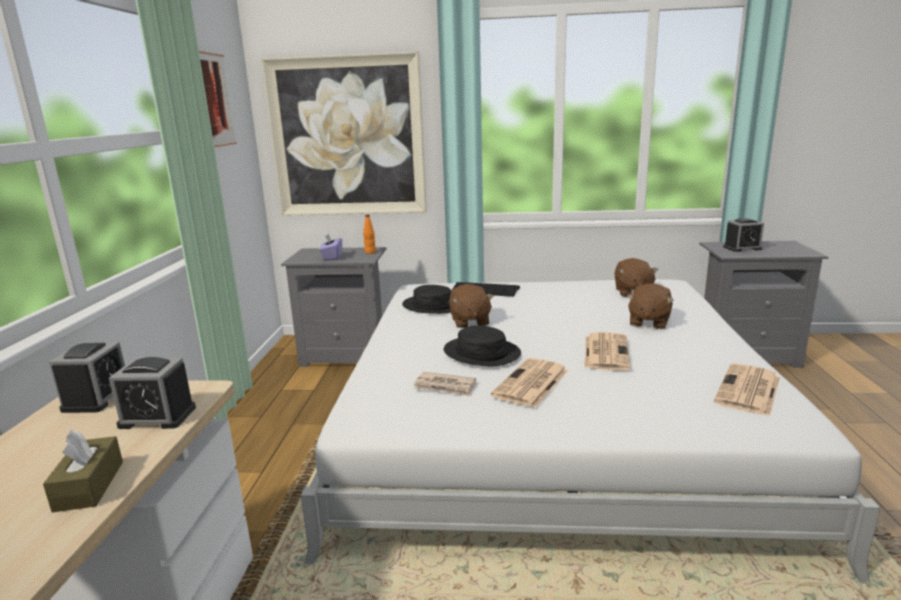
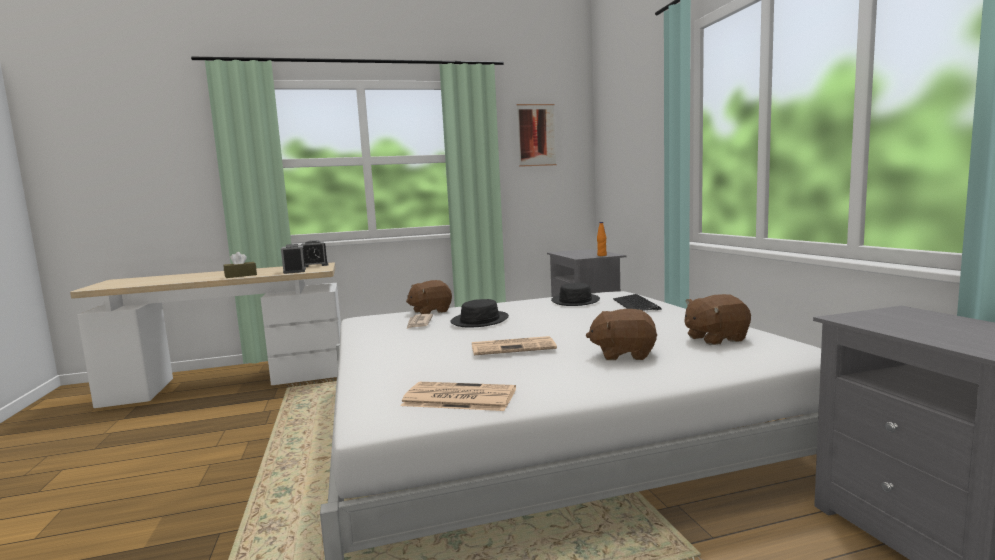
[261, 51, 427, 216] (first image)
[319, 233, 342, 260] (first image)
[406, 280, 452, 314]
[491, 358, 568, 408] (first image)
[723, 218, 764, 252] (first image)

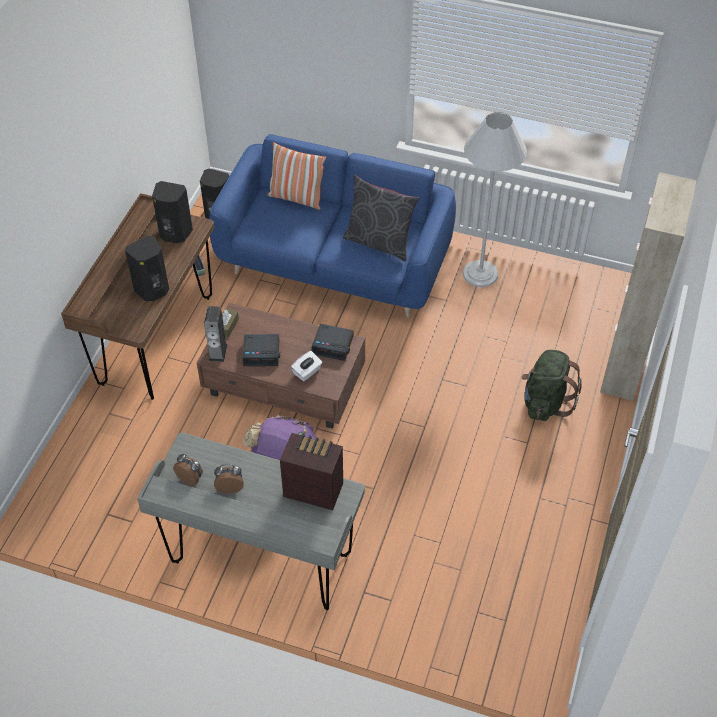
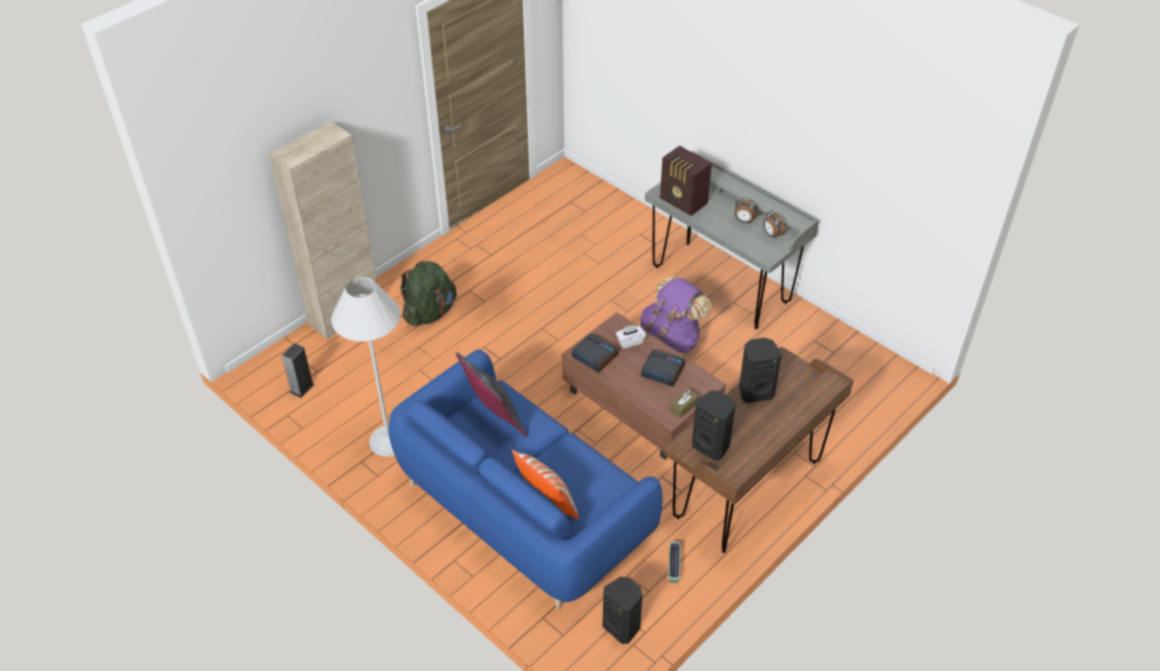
[282, 343, 314, 398]

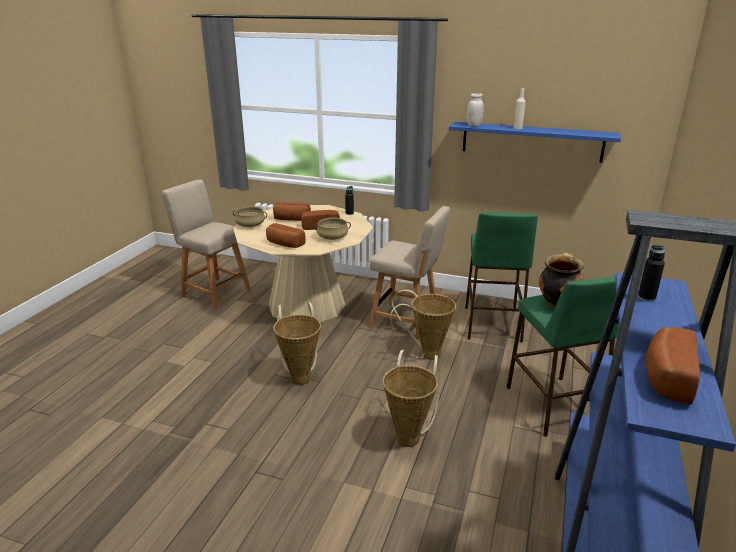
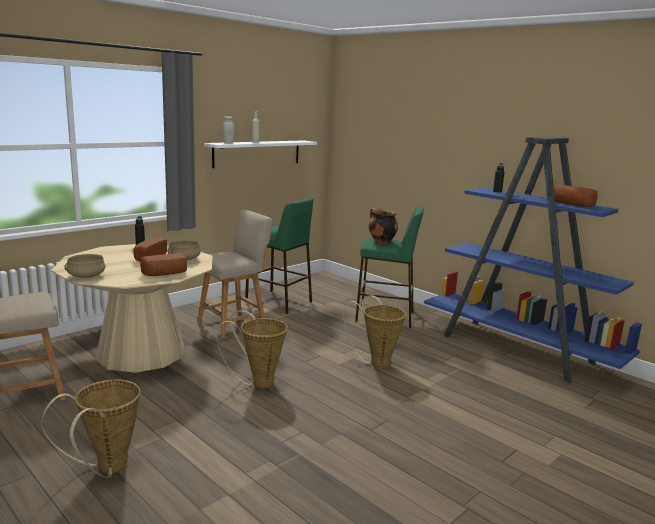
[273, 202, 311, 221] (first image)
[41, 379, 140, 478]
[204, 140, 317, 168]

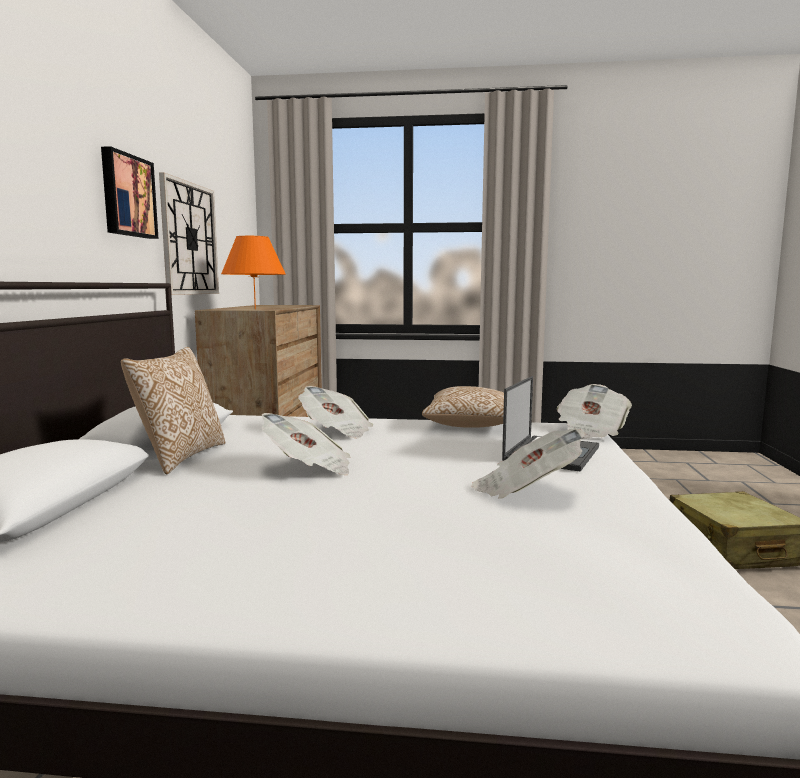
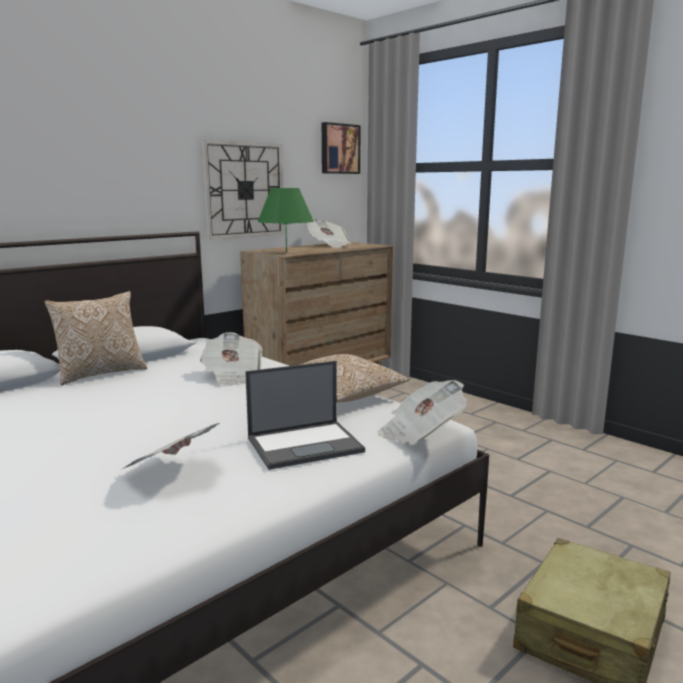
[322, 122, 361, 174]
[257, 188, 314, 252]
[307, 219, 351, 248]

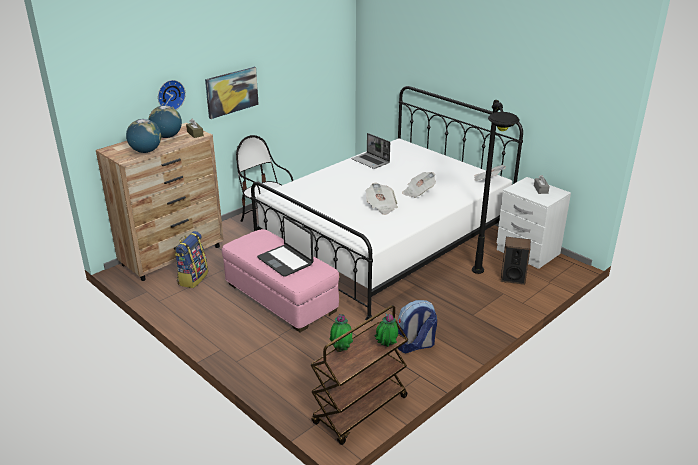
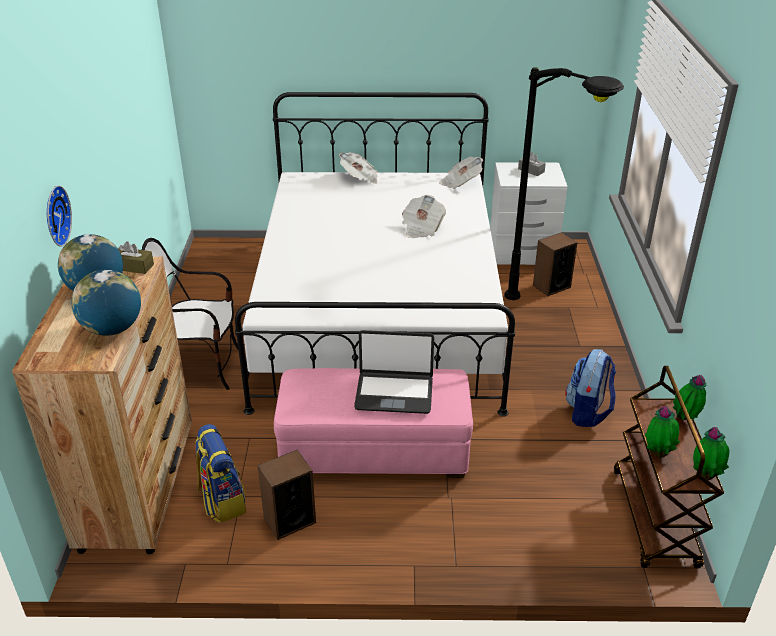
[205, 67, 259, 119] (first image)
[351, 133, 390, 169] (first image)
[339, 152, 378, 184]
[257, 450, 316, 540]
[693, 427, 729, 480]

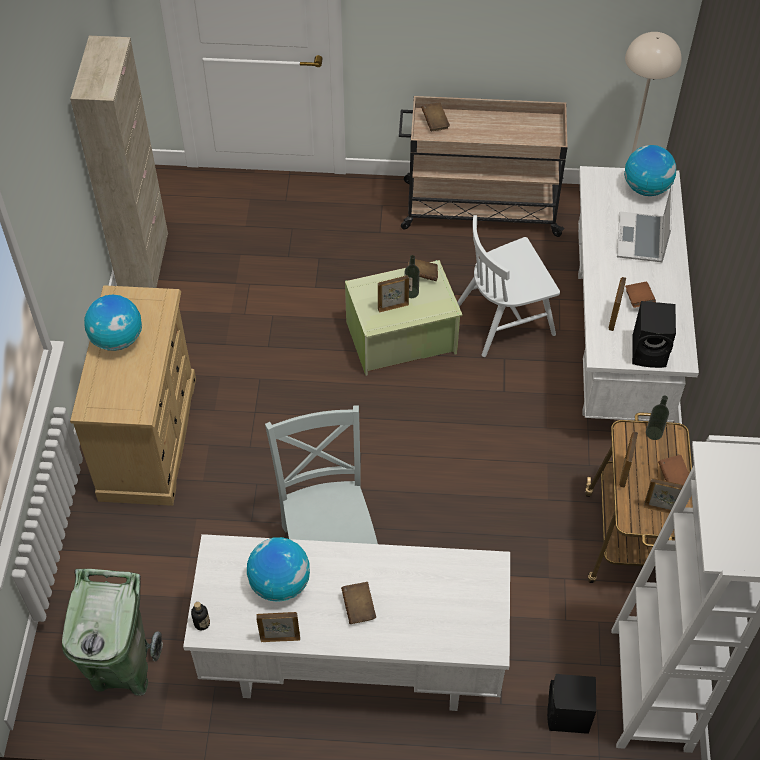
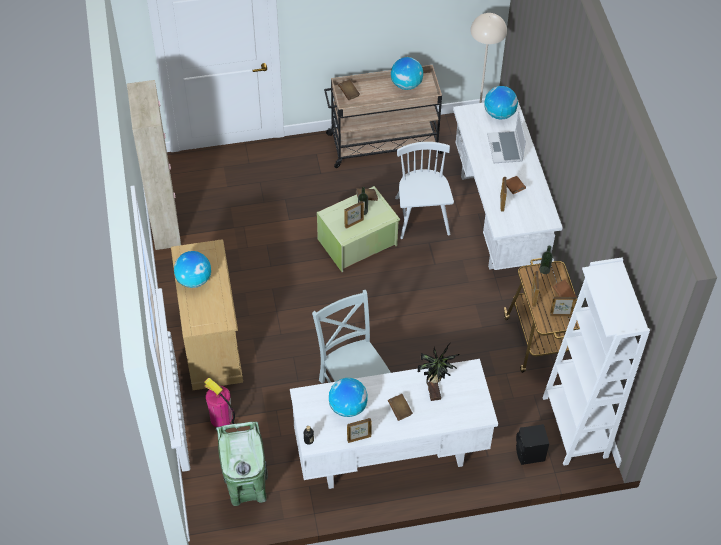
[395, 142, 454, 239]
[632, 301, 676, 368] (first image)
[204, 378, 235, 427]
[391, 57, 423, 90]
[418, 343, 460, 401]

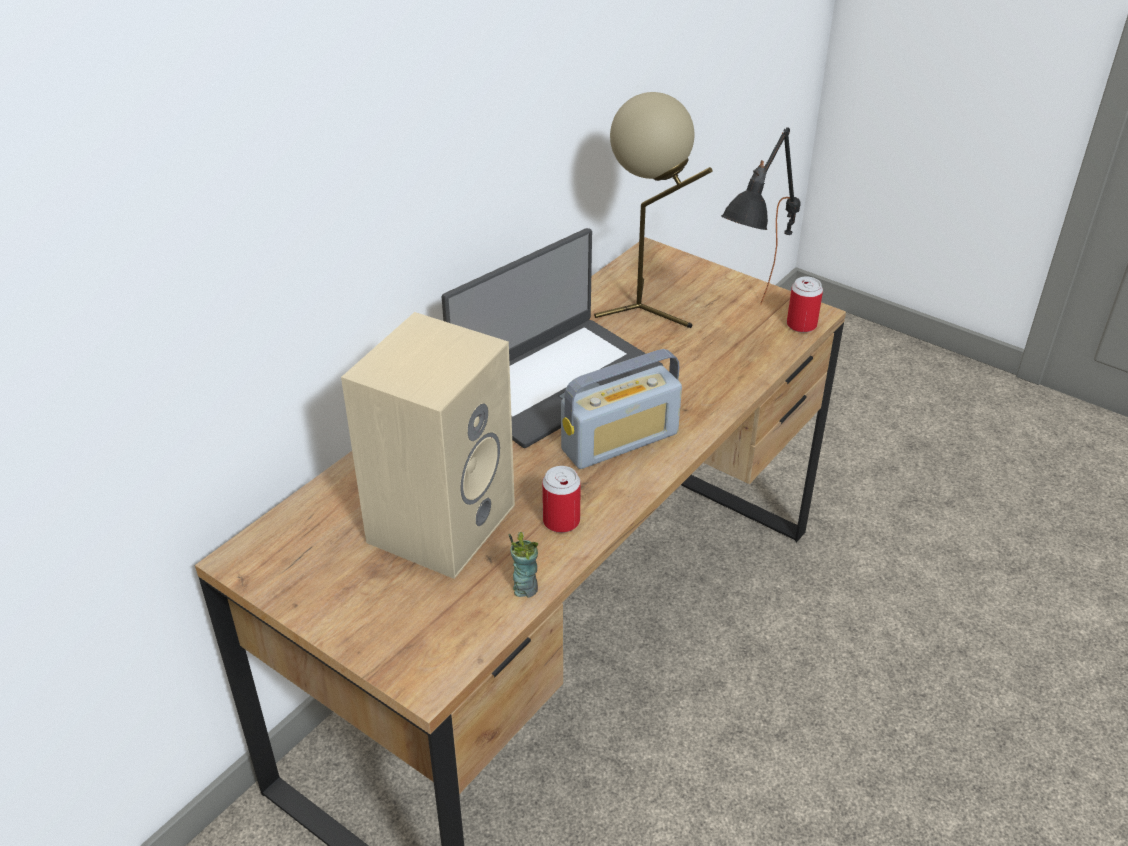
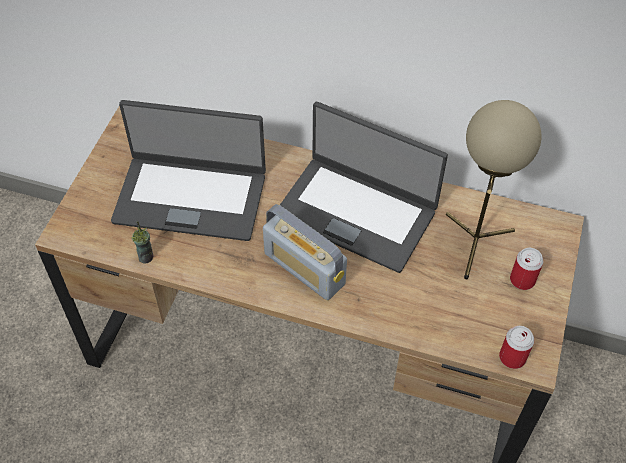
[111, 100, 266, 241]
[510, 248, 543, 290]
[721, 127, 801, 305] (first image)

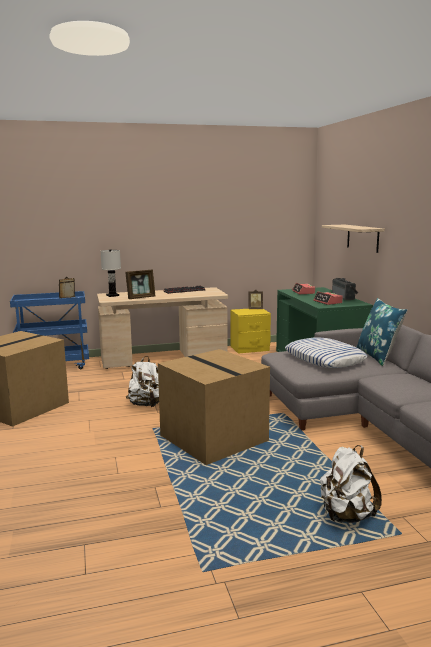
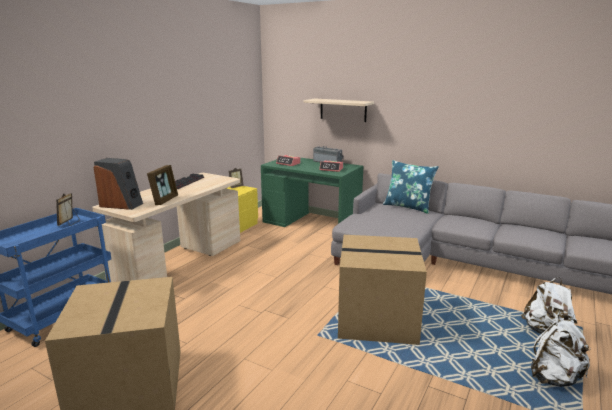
[93, 158, 143, 210]
[531, 314, 591, 387]
[285, 338, 367, 368] (first image)

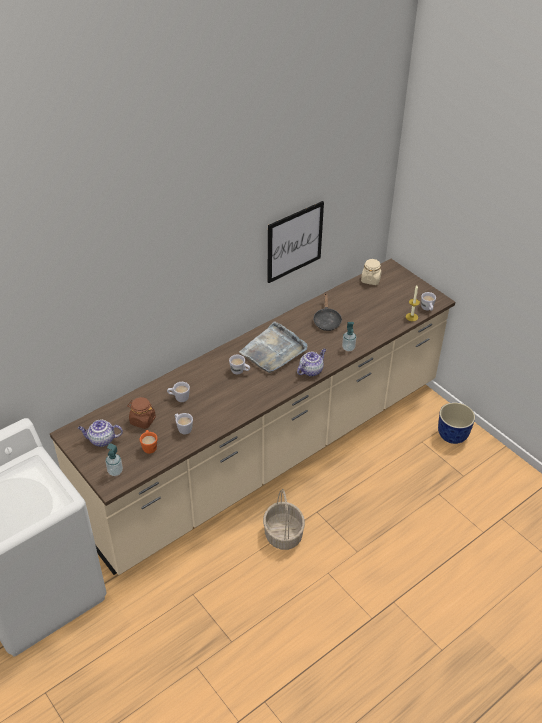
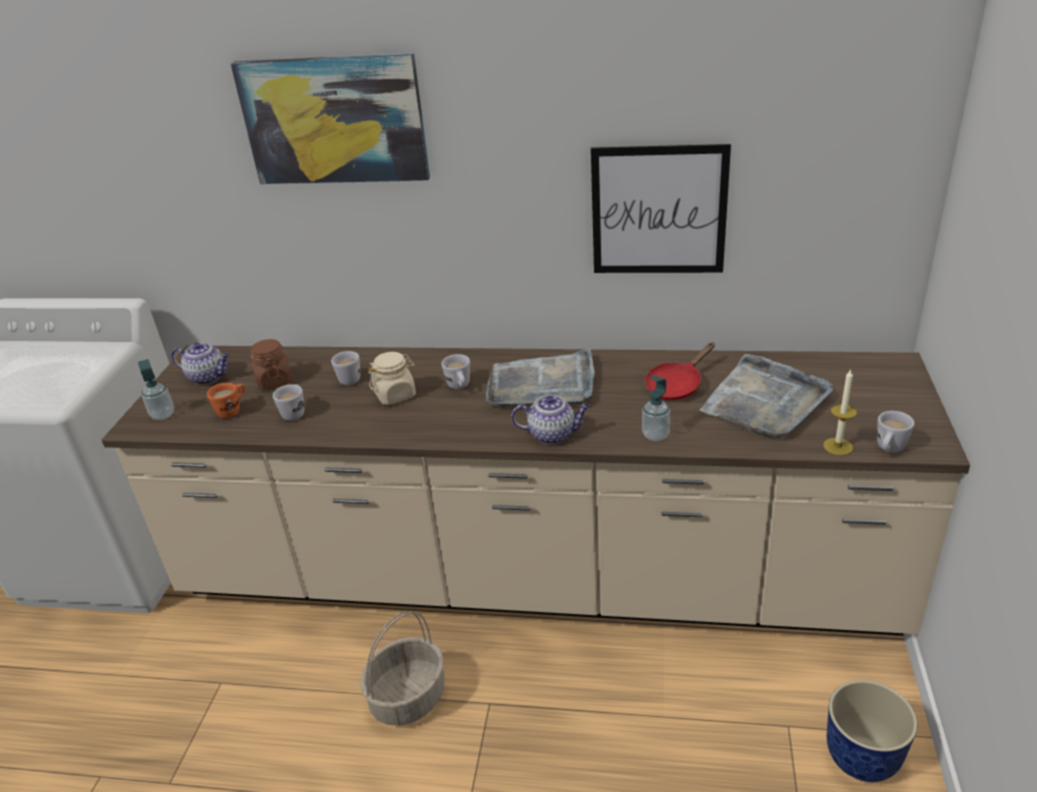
[171, 343, 230, 385]
[645, 343, 715, 400]
[368, 352, 416, 405]
[231, 53, 430, 184]
[699, 354, 834, 439]

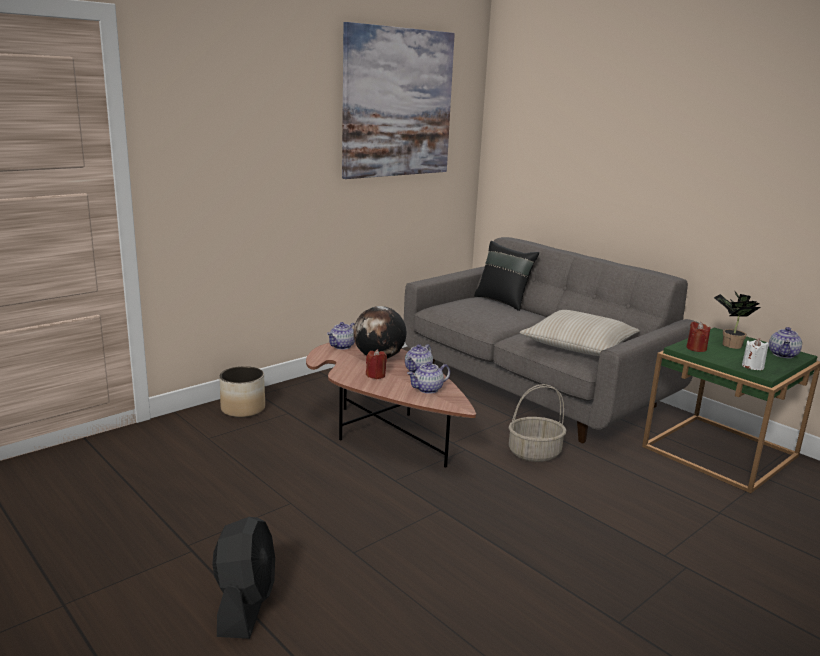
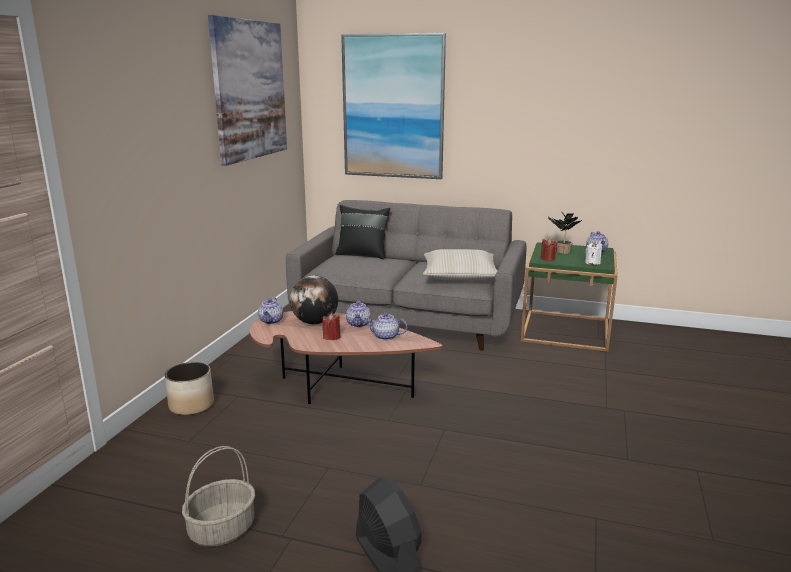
[365, 313, 408, 340]
[182, 446, 255, 547]
[341, 33, 446, 179]

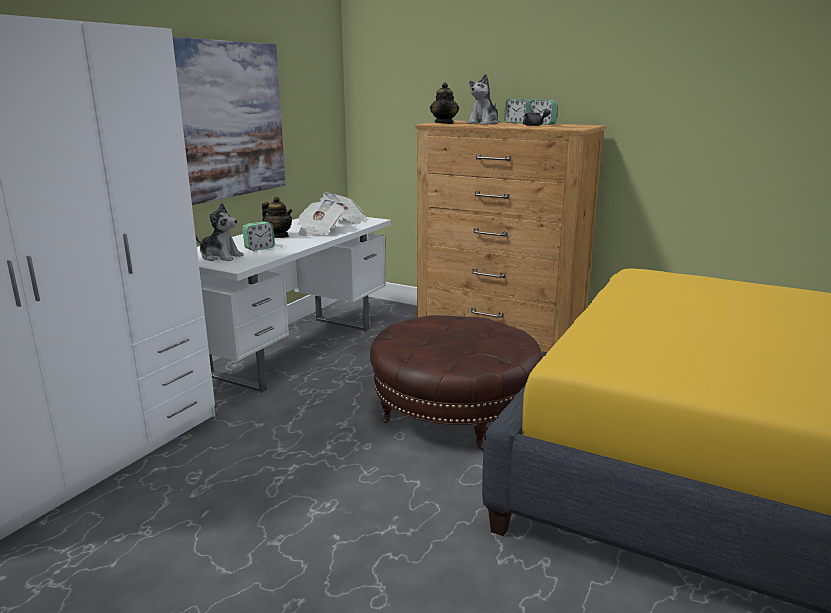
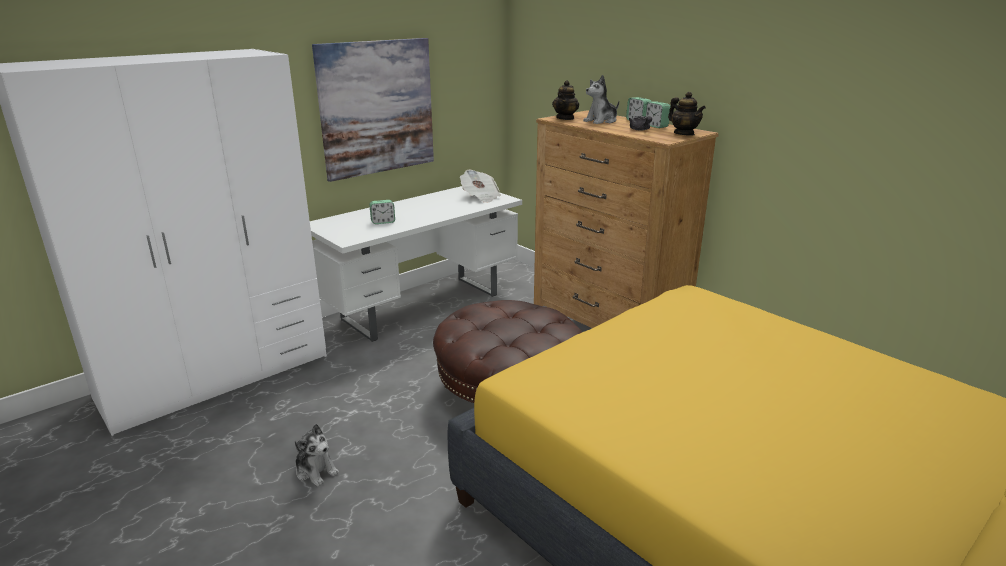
[295, 424, 339, 487]
[668, 92, 706, 135]
[297, 199, 344, 236] (first image)

